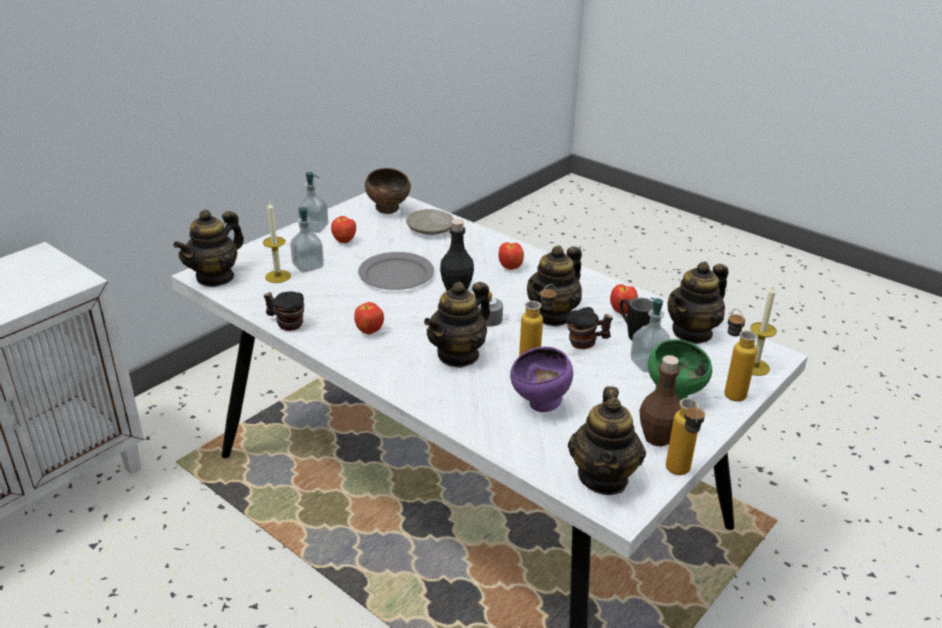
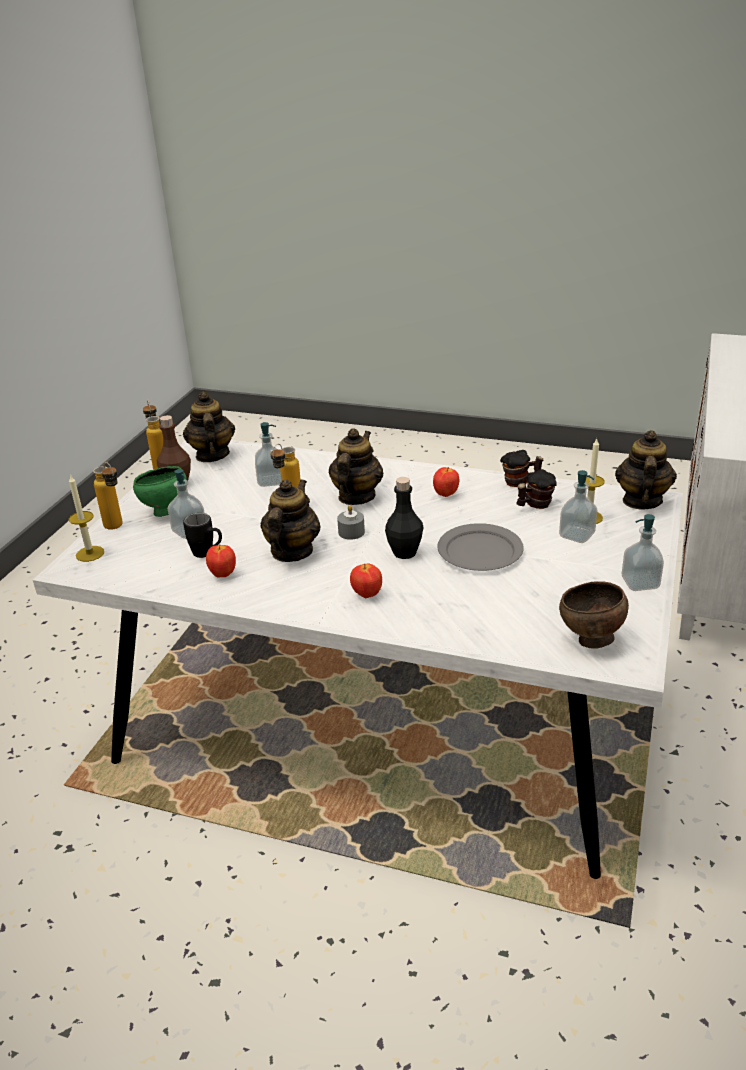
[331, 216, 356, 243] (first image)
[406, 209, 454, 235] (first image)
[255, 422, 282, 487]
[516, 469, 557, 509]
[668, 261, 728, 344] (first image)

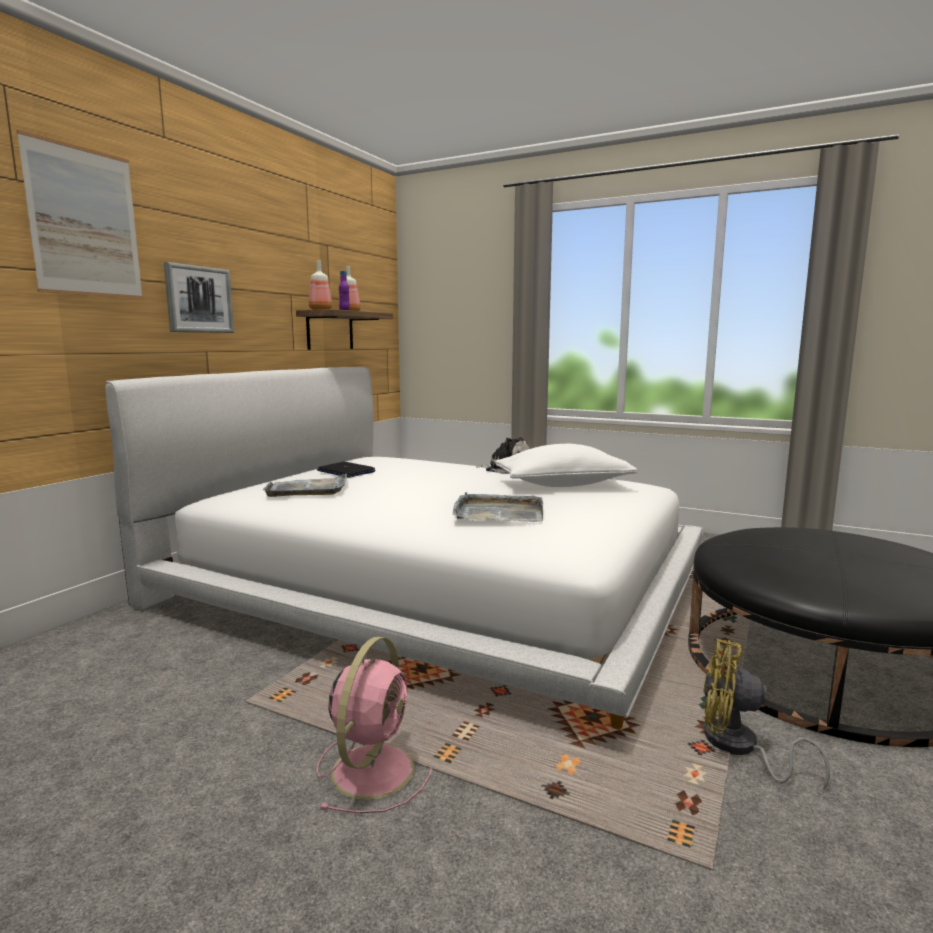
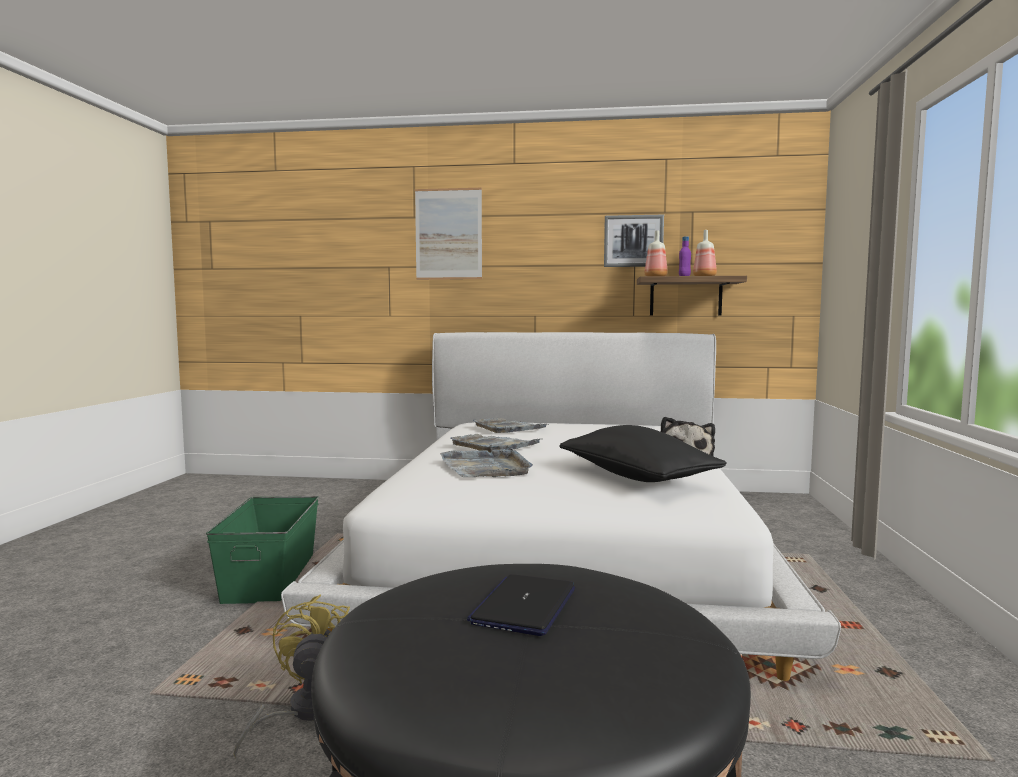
[604, 215, 664, 267]
[467, 574, 575, 636]
[206, 496, 319, 604]
[559, 425, 726, 482]
[450, 434, 540, 452]

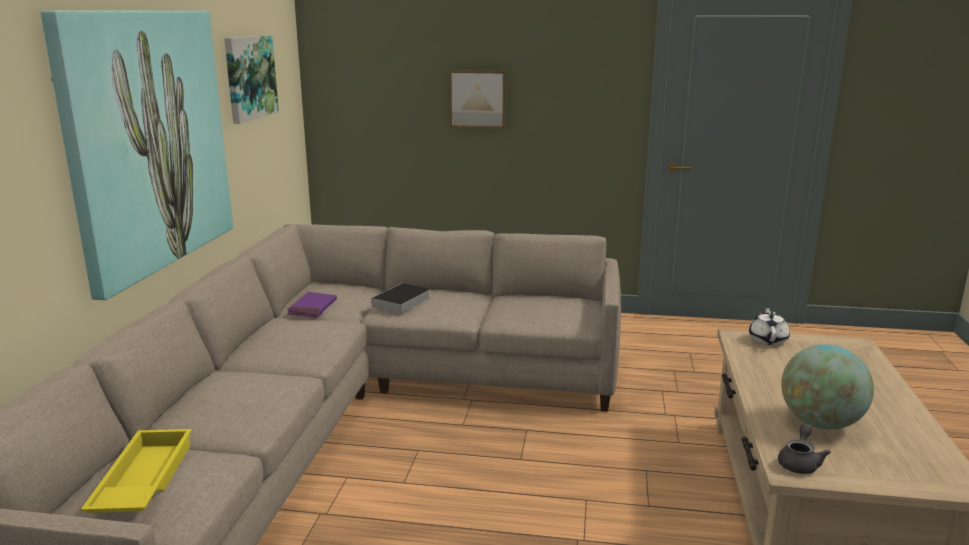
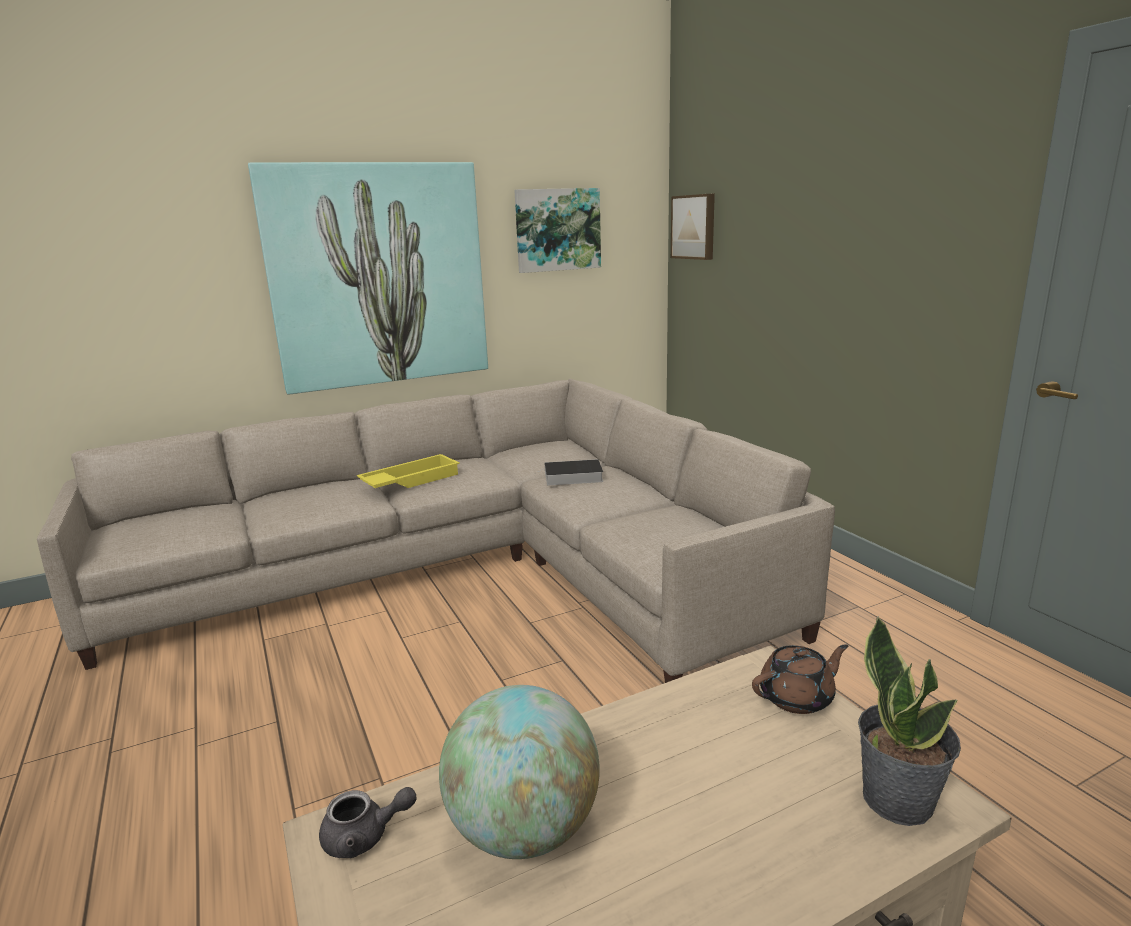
[357, 454, 460, 488]
[287, 292, 337, 318] (first image)
[671, 194, 715, 260]
[752, 644, 848, 714]
[858, 616, 961, 826]

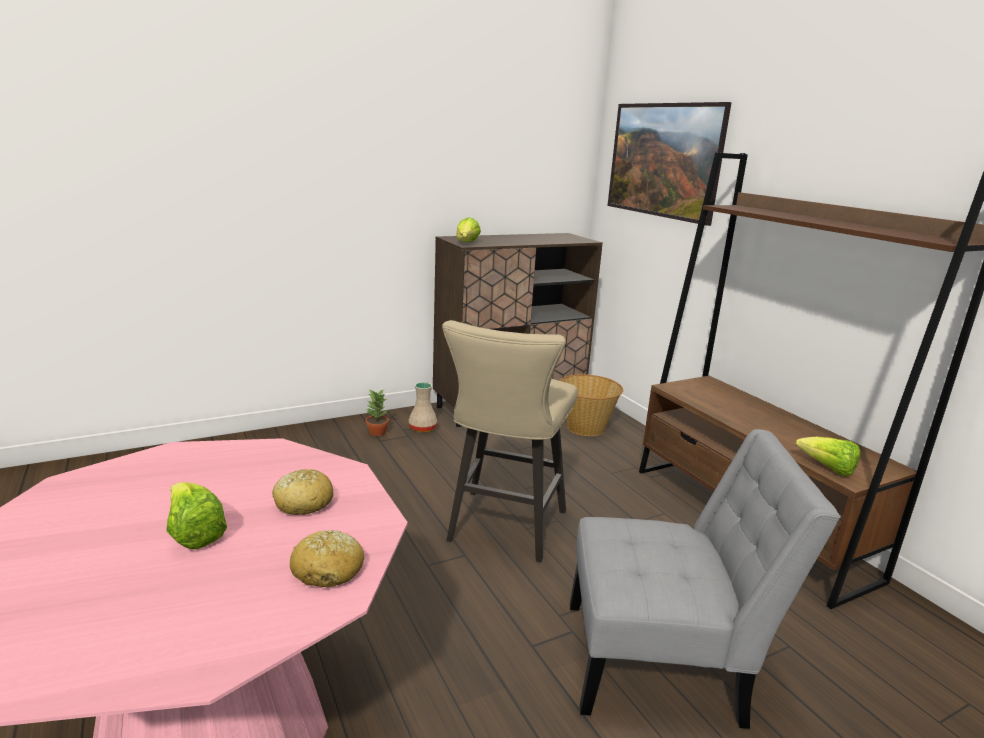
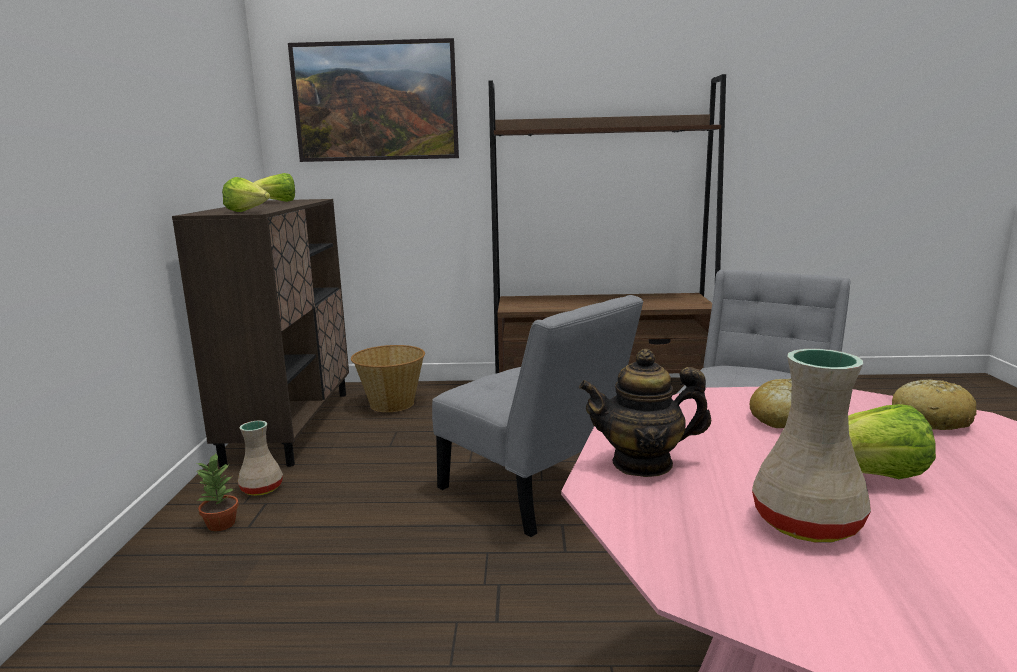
[432, 295, 644, 537]
[253, 173, 295, 202]
[579, 349, 711, 477]
[752, 349, 871, 543]

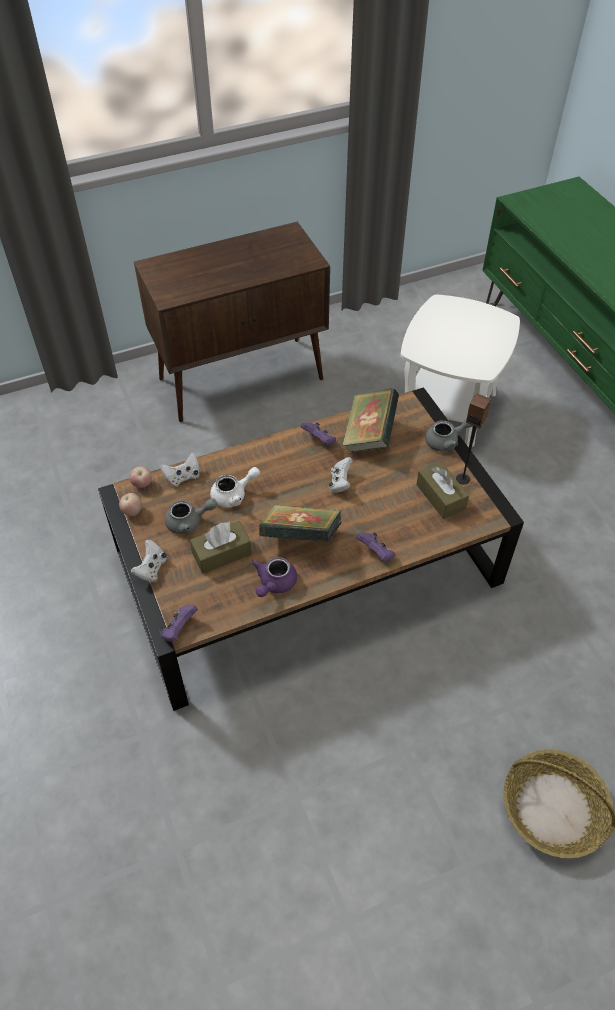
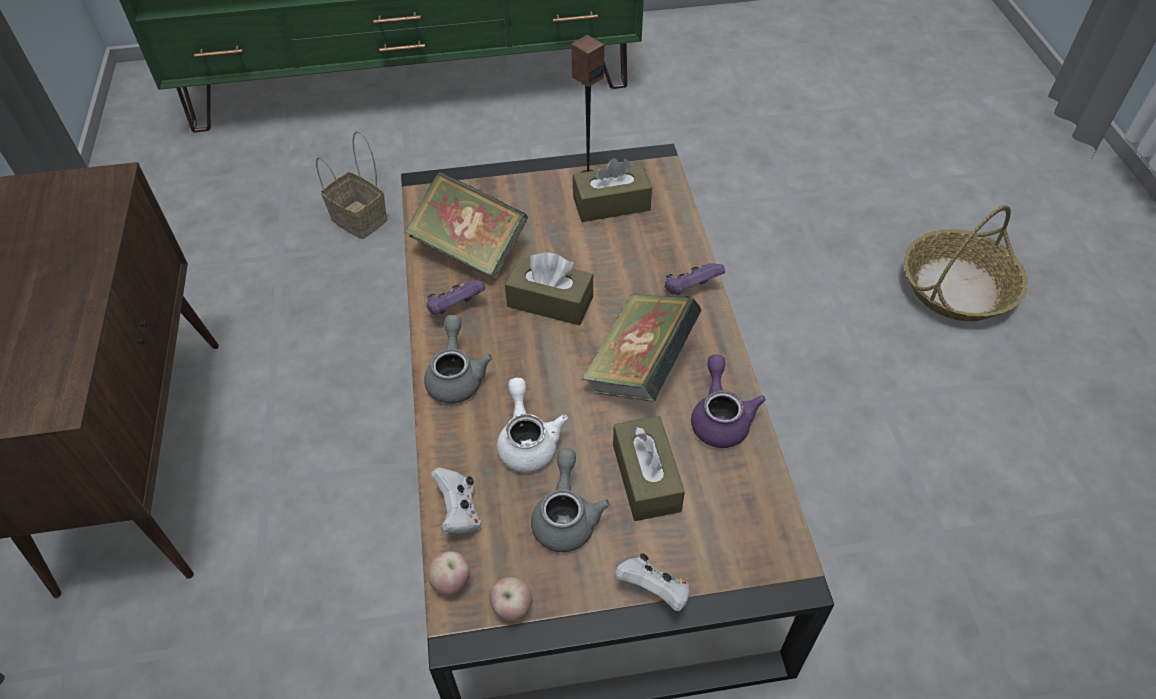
[159, 605, 198, 642] (first image)
[691, 354, 766, 448]
[505, 252, 593, 325]
[316, 131, 388, 239]
[424, 315, 493, 404]

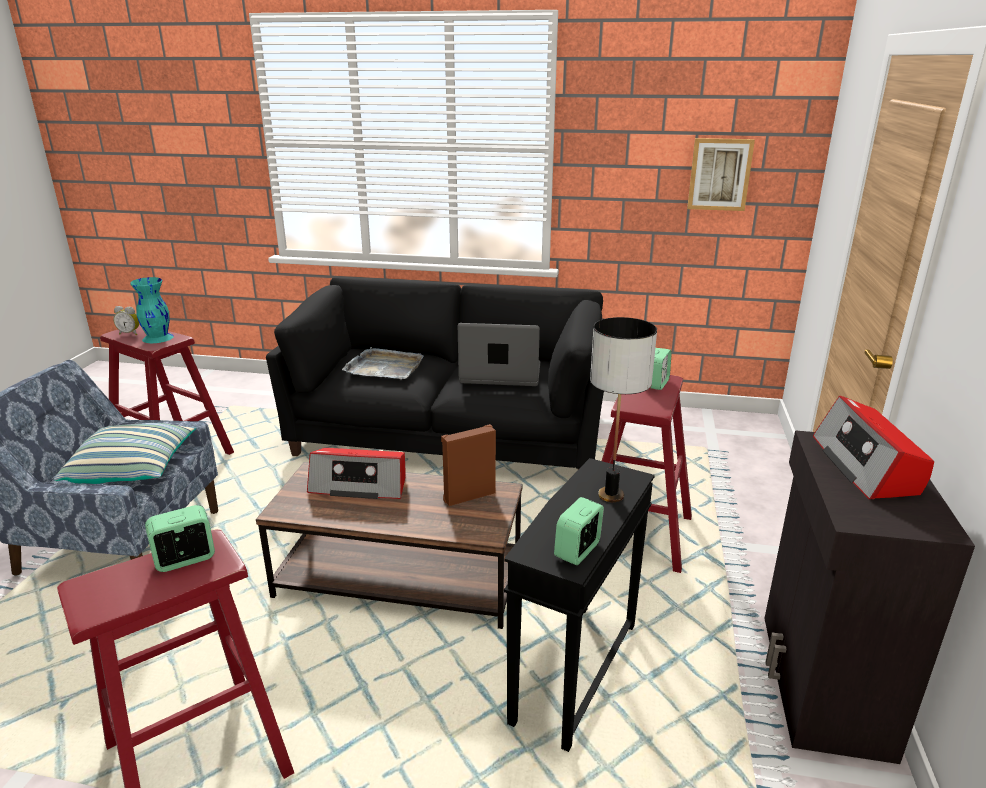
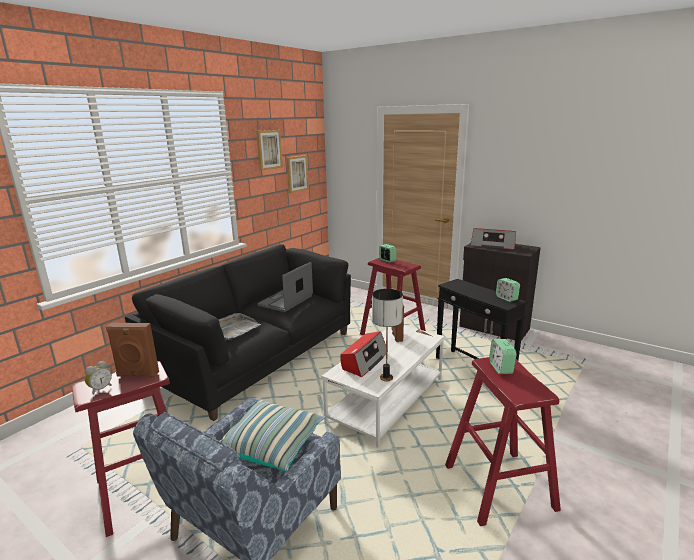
[106, 323, 159, 377]
[321, 325, 444, 448]
[372, 289, 403, 381]
[256, 130, 283, 171]

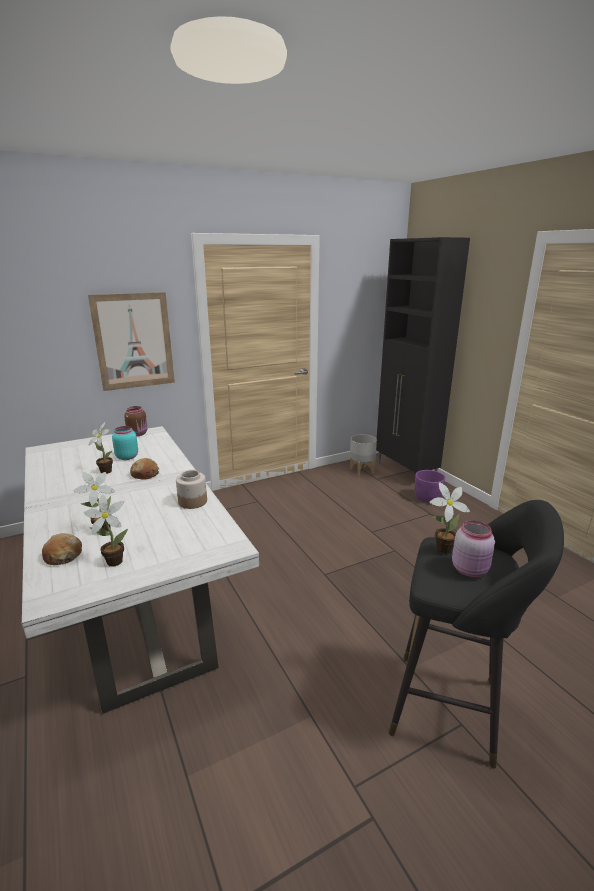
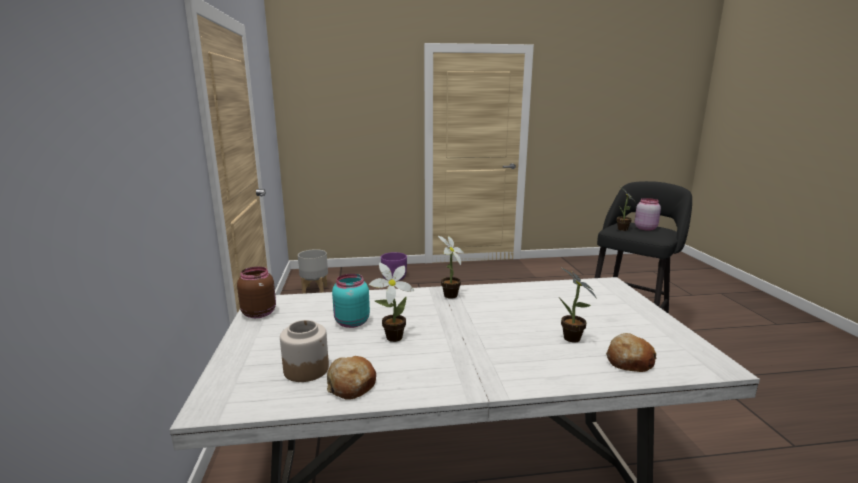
[438, 235, 464, 299]
[88, 292, 175, 391] (first image)
[327, 356, 376, 400]
[280, 320, 329, 382]
[376, 237, 470, 473] (first image)

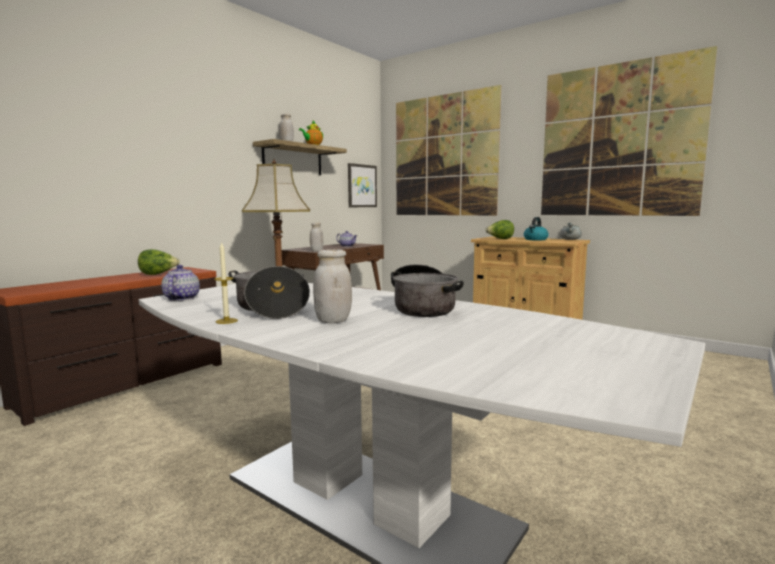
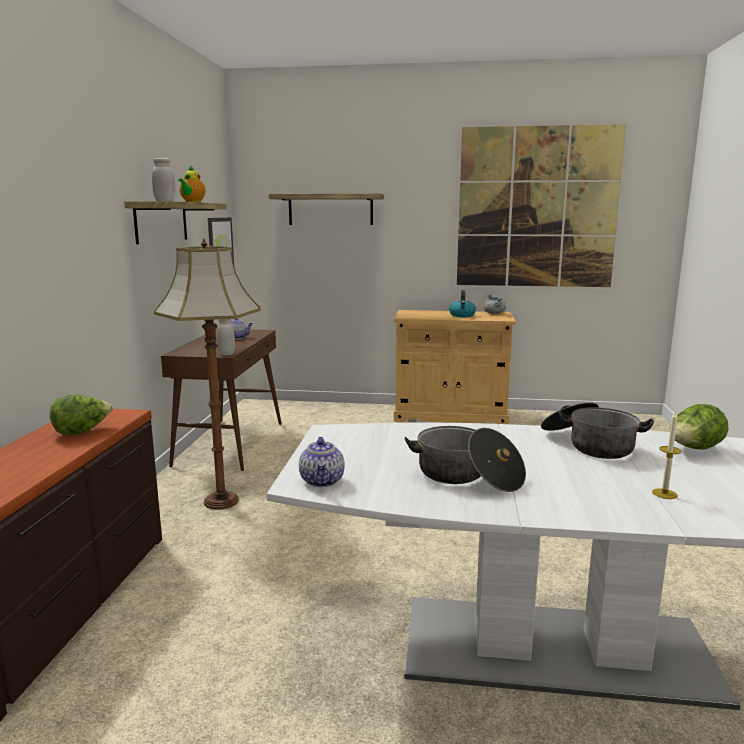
[299, 437, 345, 487]
[652, 411, 682, 499]
[313, 249, 352, 323] (first image)
[269, 193, 384, 225]
[670, 404, 729, 450]

